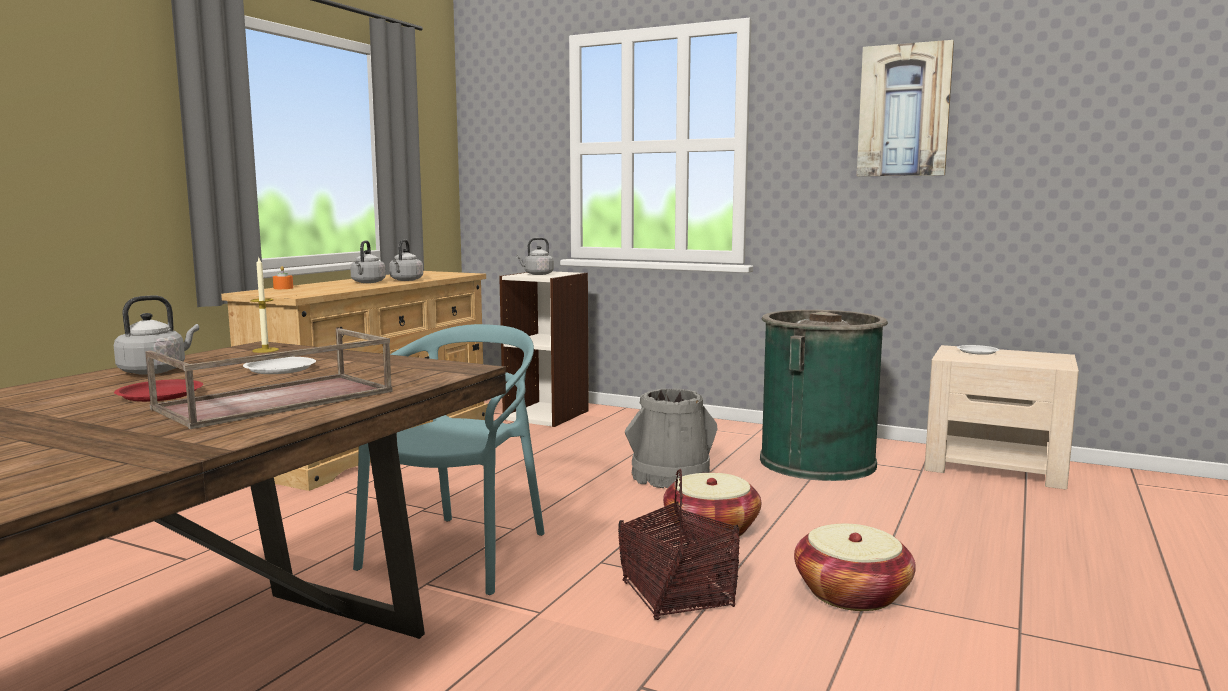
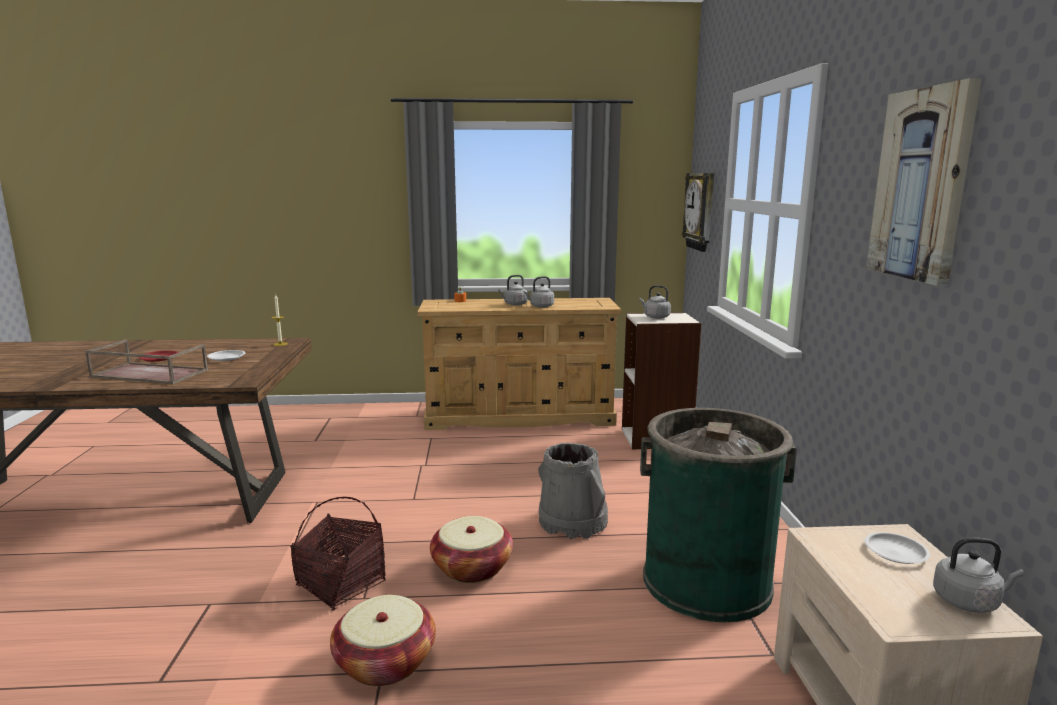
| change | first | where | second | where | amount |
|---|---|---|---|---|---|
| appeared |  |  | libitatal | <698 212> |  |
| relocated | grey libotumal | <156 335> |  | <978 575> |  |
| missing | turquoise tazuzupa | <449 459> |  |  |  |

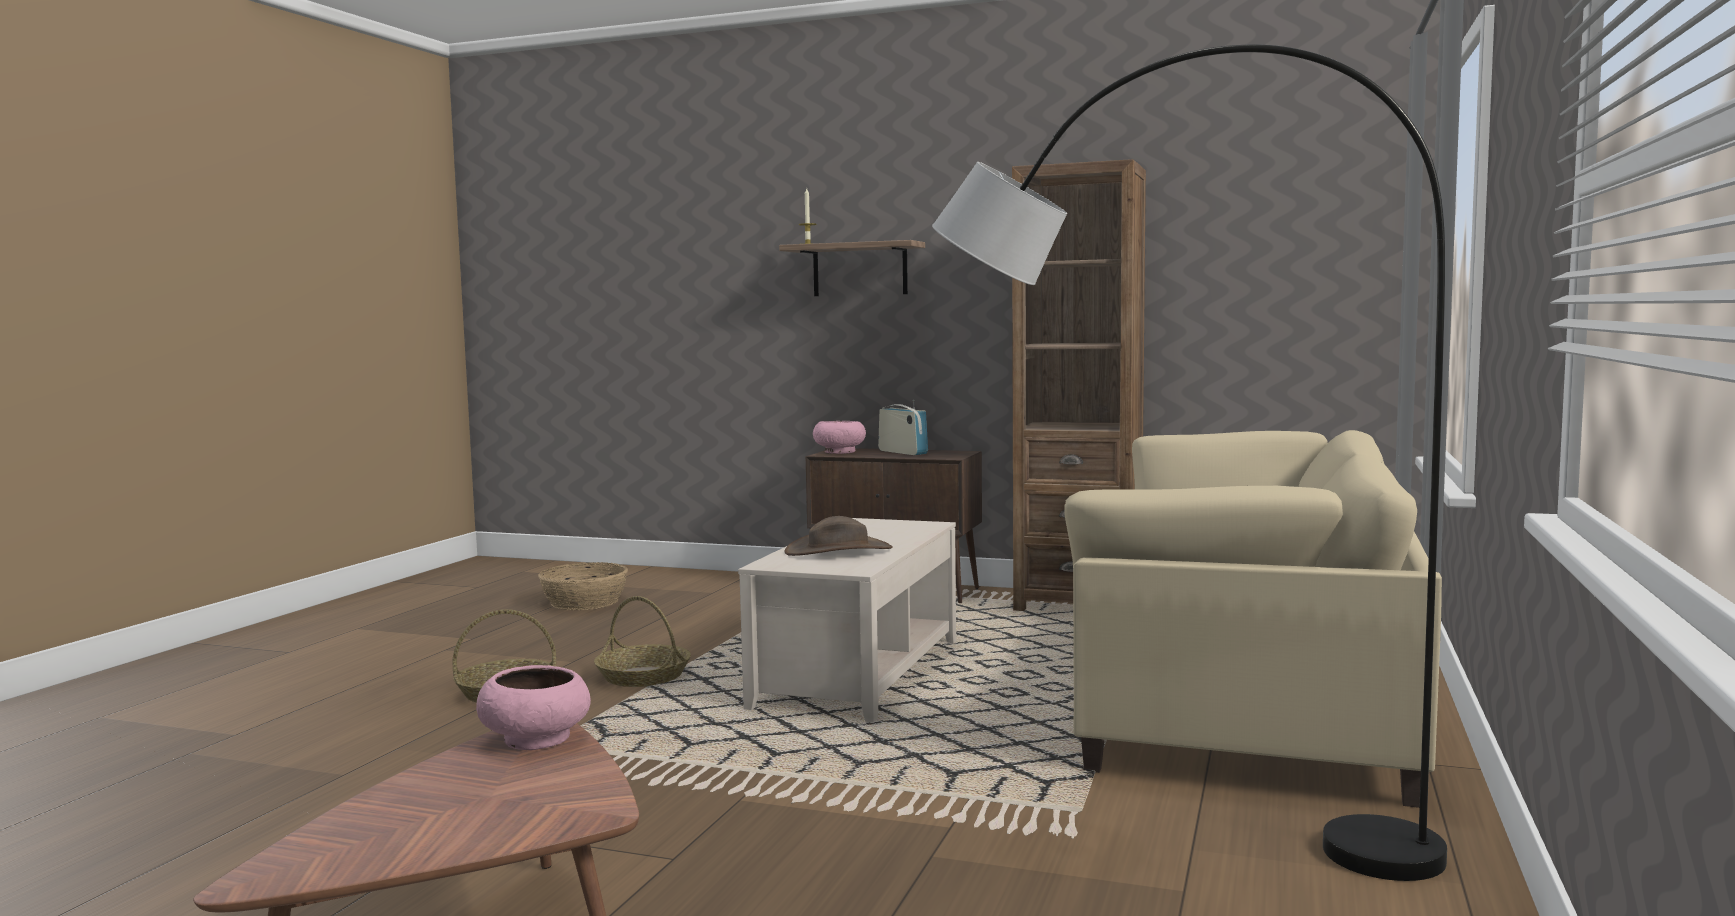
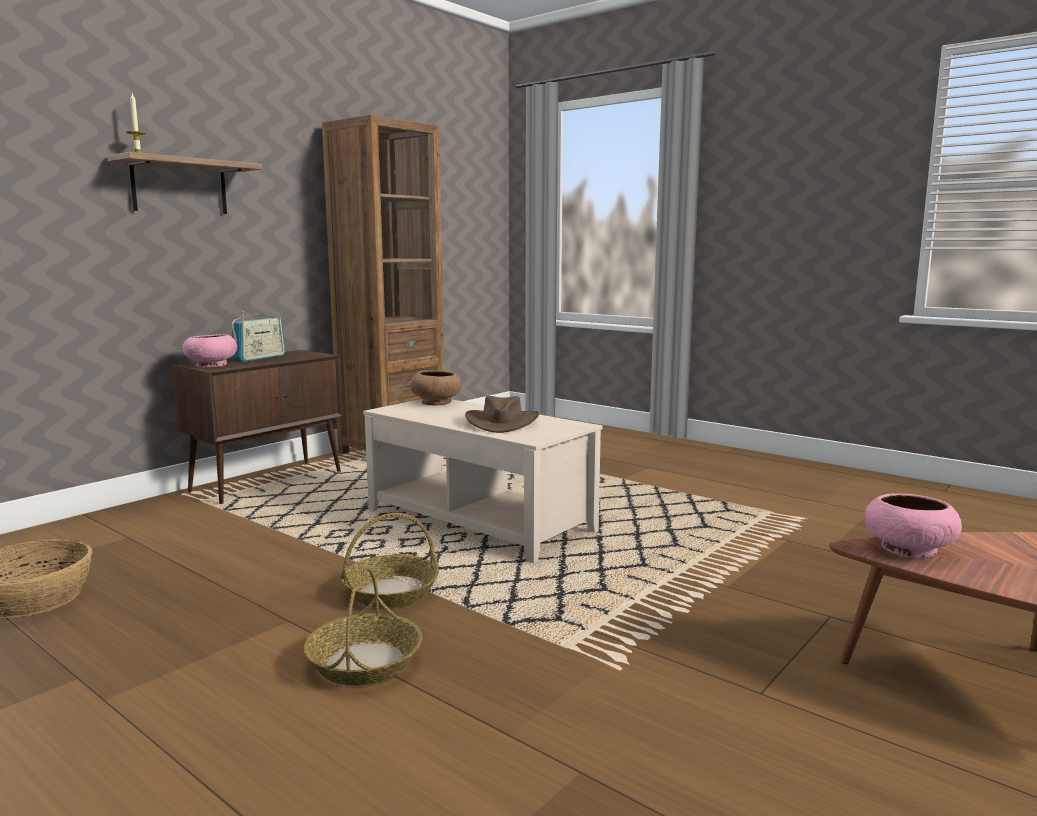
| change | first | where | second | where | amount |
|---|---|---|---|---|---|
| spun | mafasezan | <903 427> |  | <258 336> | 135 degrees clockwise |
| appeared |  |  | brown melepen | <435 387> |  |
| missing | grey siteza | <1189 462> |  |  |  |
| missing | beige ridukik | <1253 619> |  |  |  |

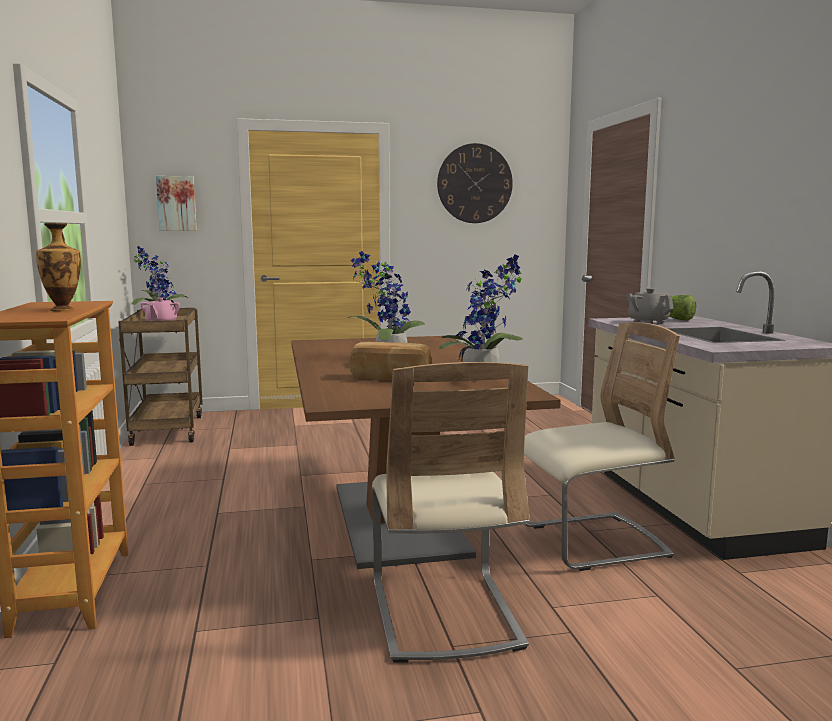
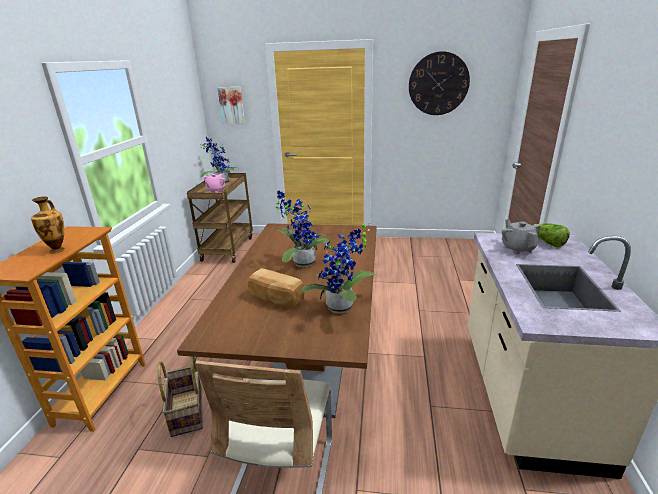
| change | first | where | second | where | amount |
|---|---|---|---|---|---|
| appeared |  |  | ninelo | <180 396> |  |
| missing | beige tazuzupa | <602 446> |  |  |  |

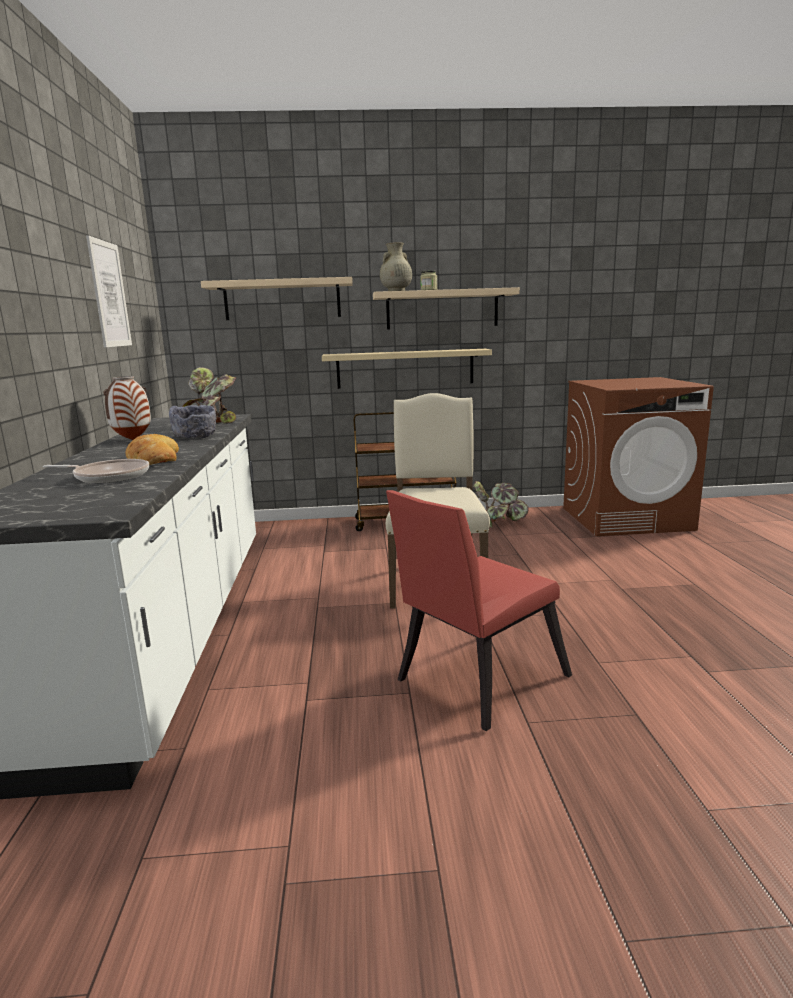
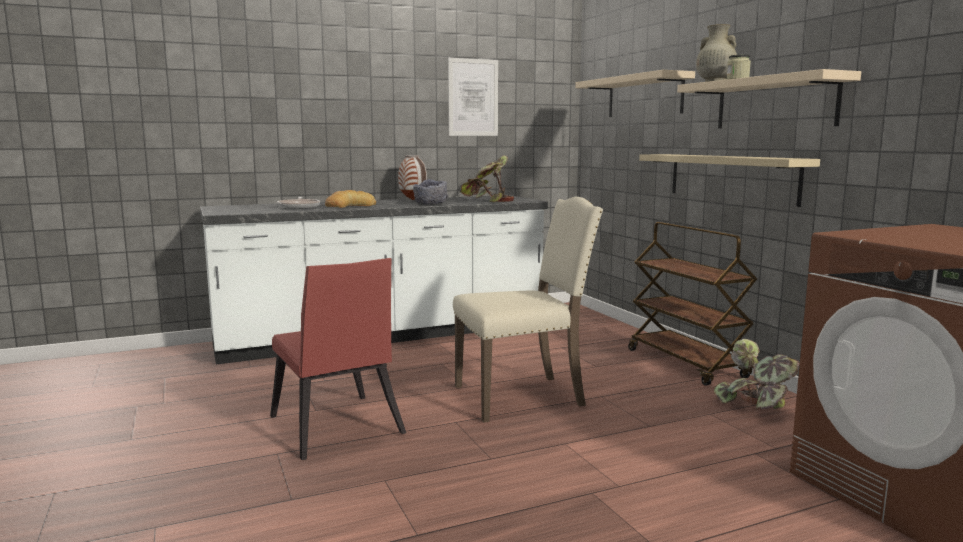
| change | first | where | second | where | amount |
|---|---|---|---|---|---|
| spun | red tazuzupa | <479 610> |  | <338 359> | 150 degrees counterclockwise |

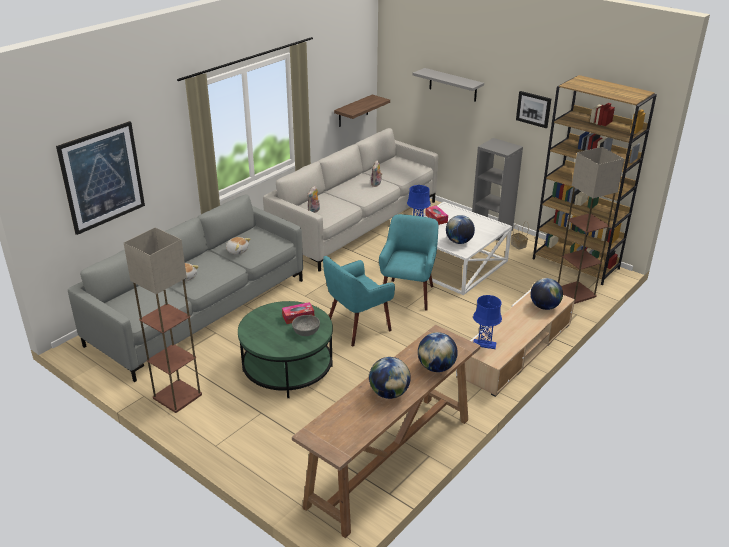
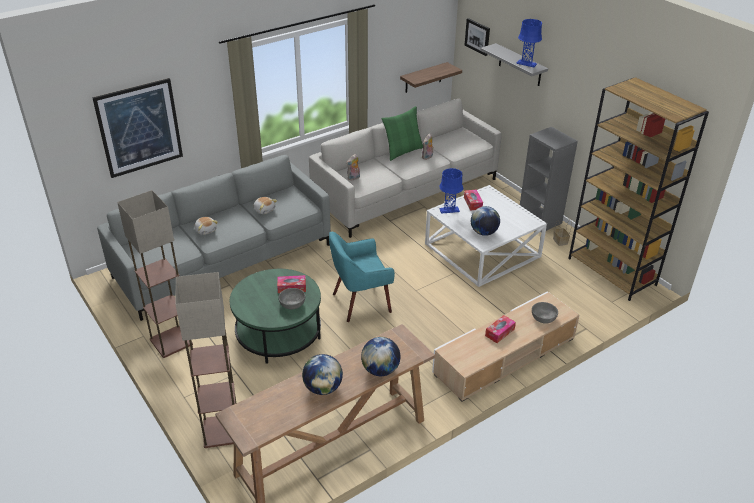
| change | first | where | second | where | amount |
|---|---|---|---|---|---|
| relocated | siteza | <591 225> |  | <205 360> |  |
| appeared |  |  | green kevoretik | <402 133> |  |
| relocated | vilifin | <533 109> |  | <477 37> |  |
| appeared |  |  | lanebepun | <500 329> |  |
| relocated | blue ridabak | <487 322> |  | <529 43> |  |
| exchanged | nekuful | <547 294> | grey melepen | <545 313> |  |
| missing | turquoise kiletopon | <408 262> |  |  |  |

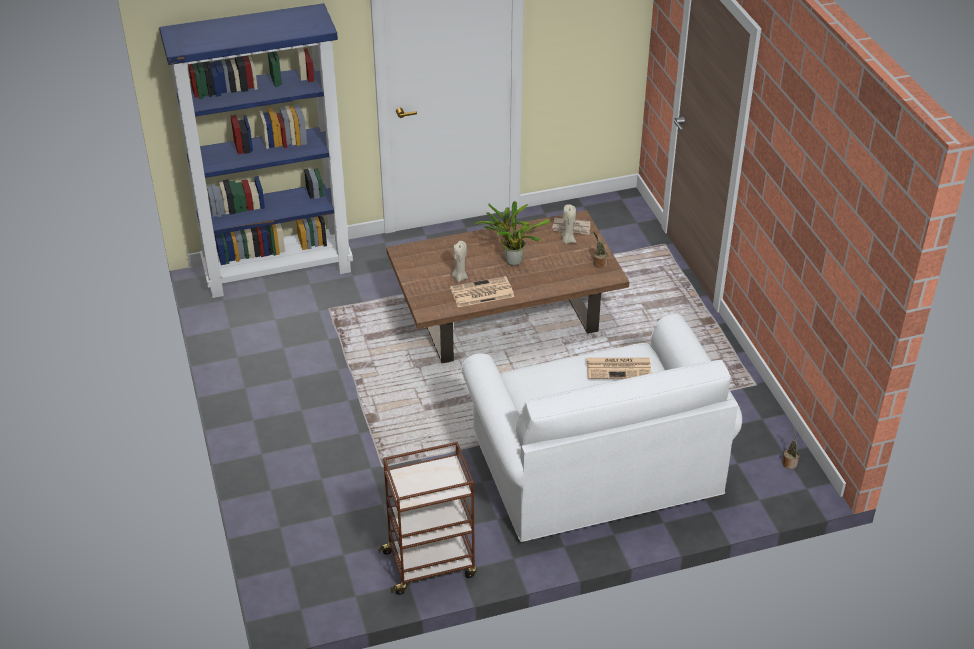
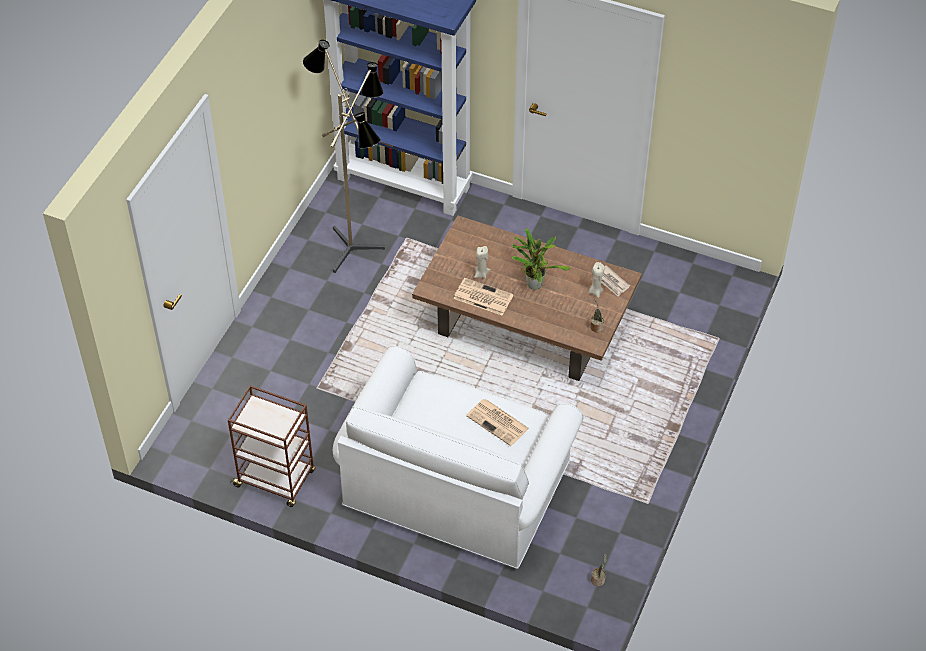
| change | first | where | second | where | amount |
|---|---|---|---|---|---|
| appeared |  |  | siteza | <344 156> |  |

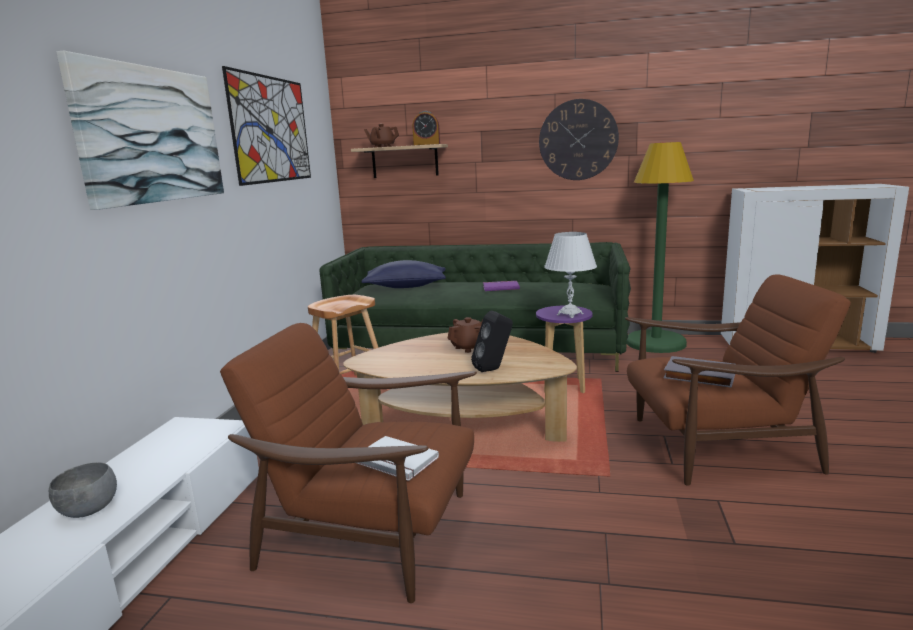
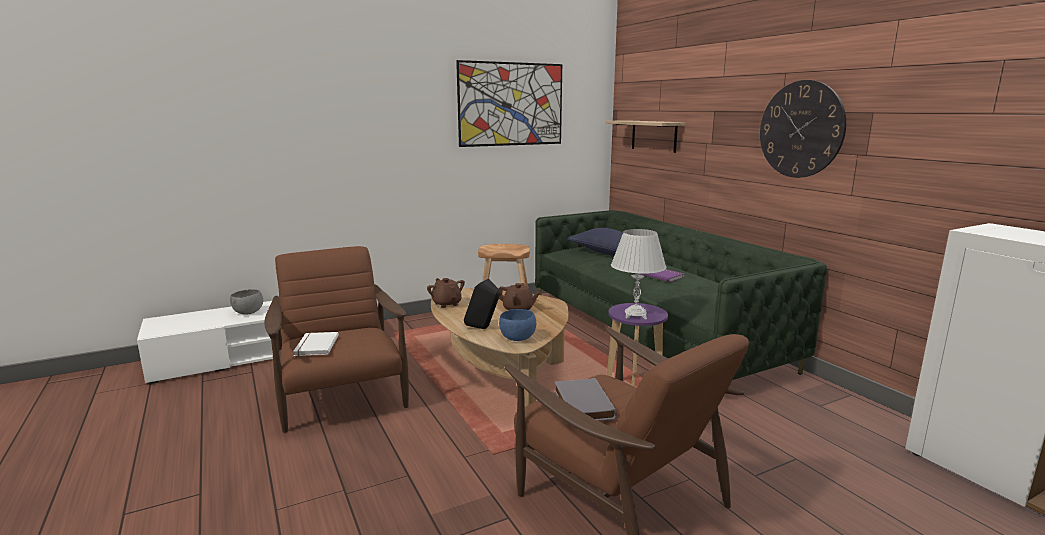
| change | first | where | second | where | amount |
|---|---|---|---|---|---|
| relocated | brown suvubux | <381 135> |  | <446 293> |  |
| appeared |  |  | blue melepen | <517 325> |  |
| missing | vilifin | <140 130> |  |  |  |
| missing | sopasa | <426 128> |  |  |  |
| missing | green siteza | <660 247> |  |  |  |

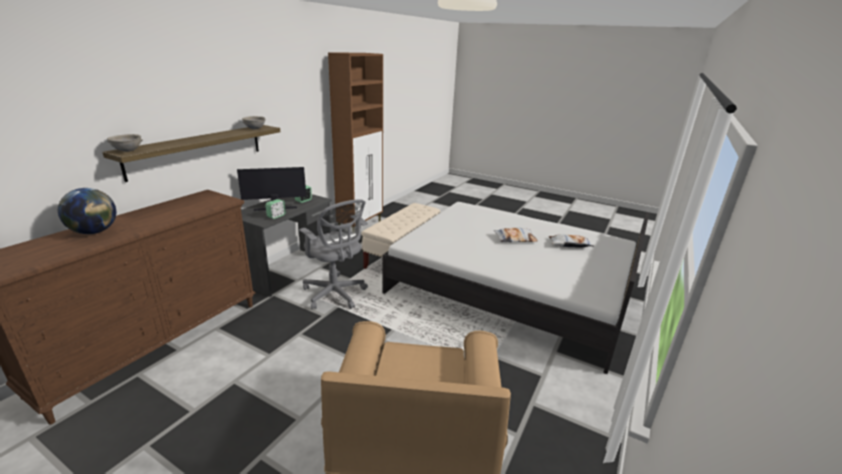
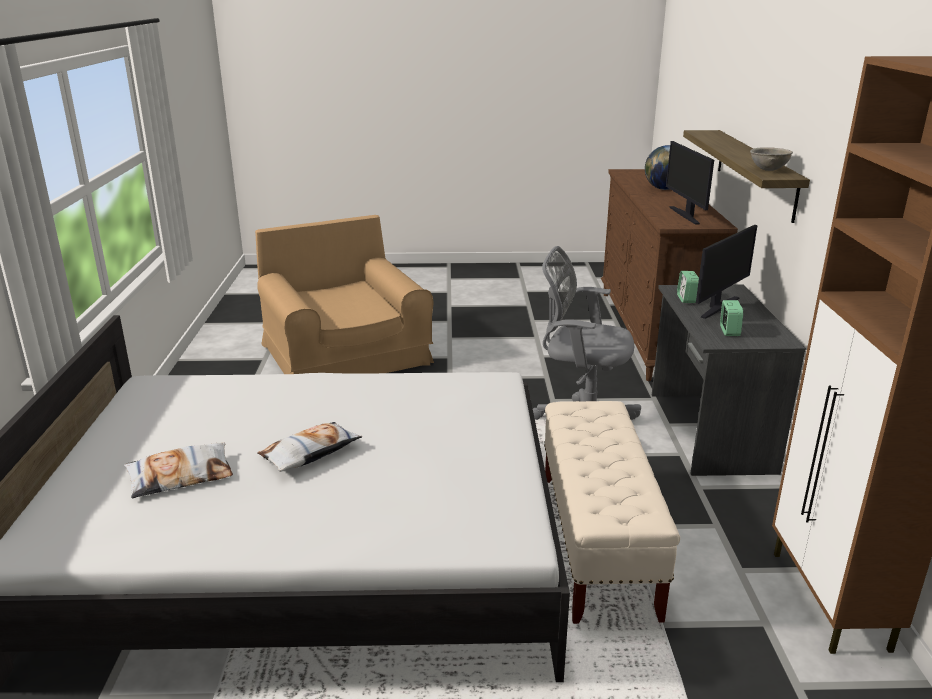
| change | first | where | second | where | amount |
|---|---|---|---|---|---|
| appeared |  |  | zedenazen | <690 183> |  |
| missing | grey melepen | <125 143> |  |  |  |

